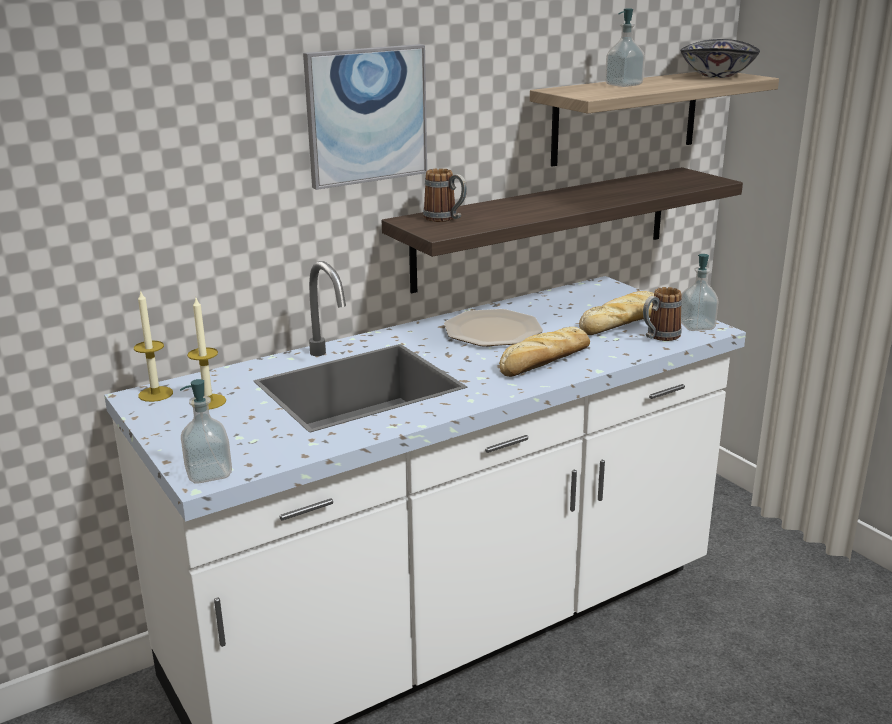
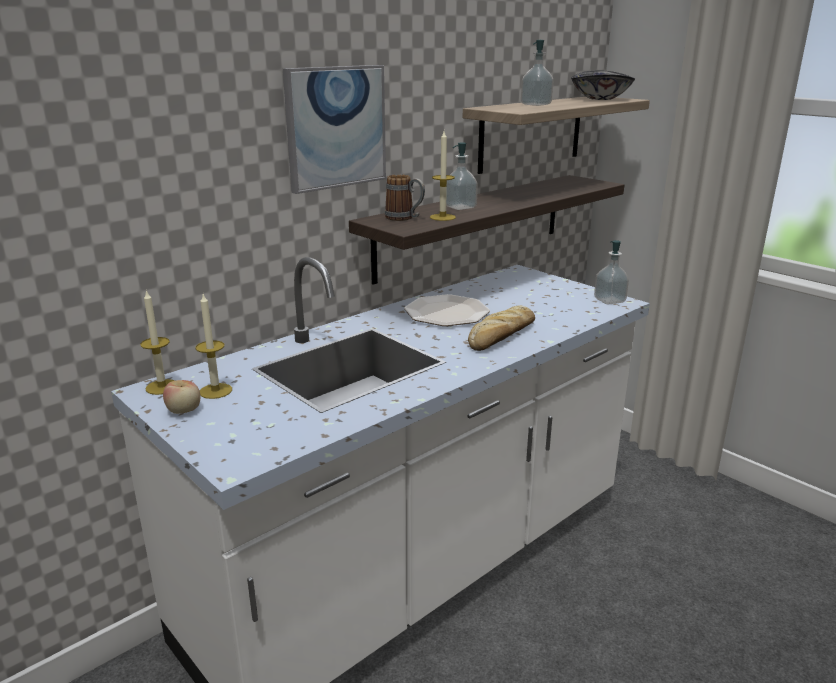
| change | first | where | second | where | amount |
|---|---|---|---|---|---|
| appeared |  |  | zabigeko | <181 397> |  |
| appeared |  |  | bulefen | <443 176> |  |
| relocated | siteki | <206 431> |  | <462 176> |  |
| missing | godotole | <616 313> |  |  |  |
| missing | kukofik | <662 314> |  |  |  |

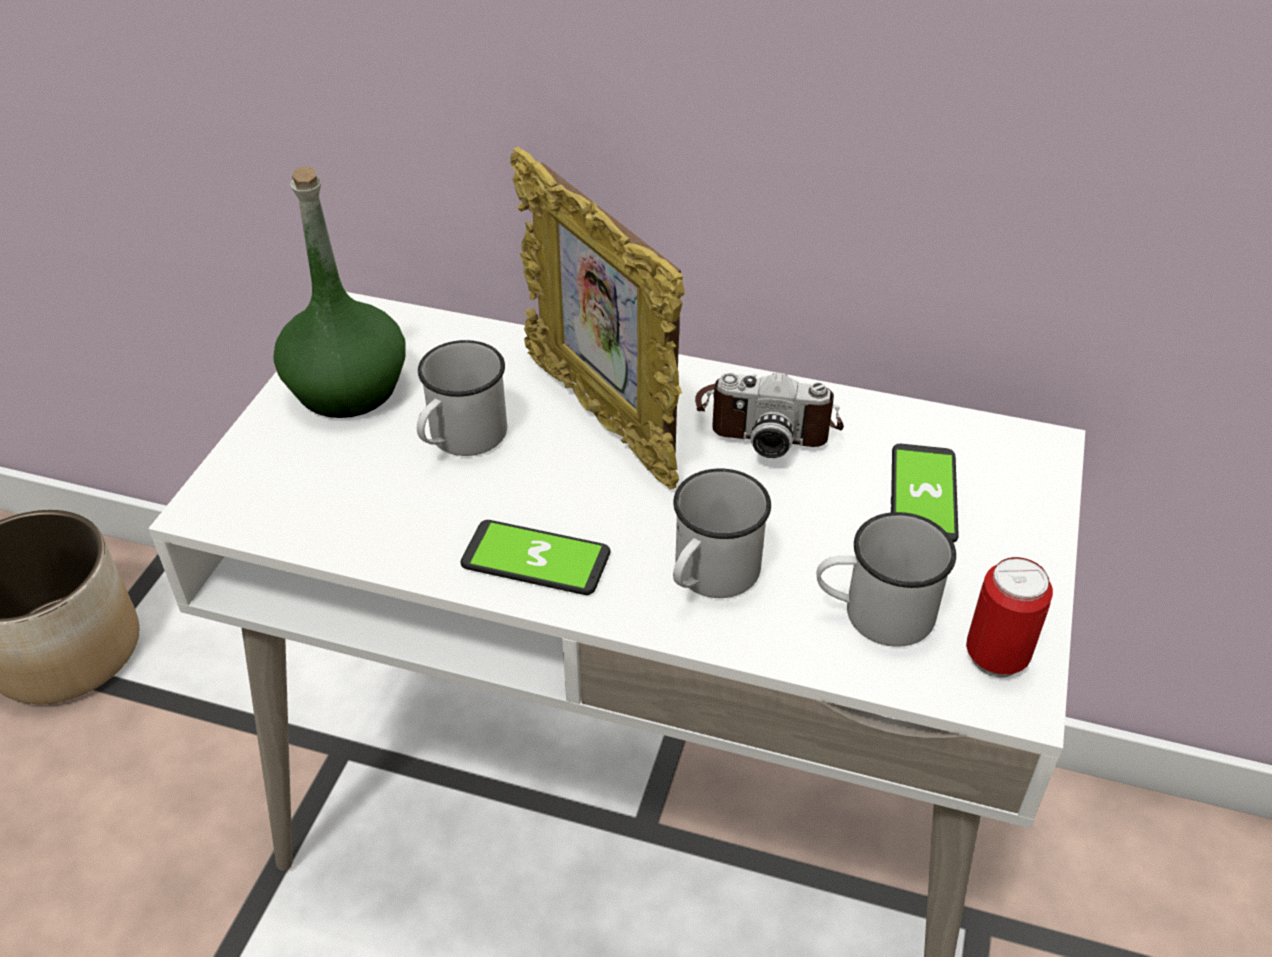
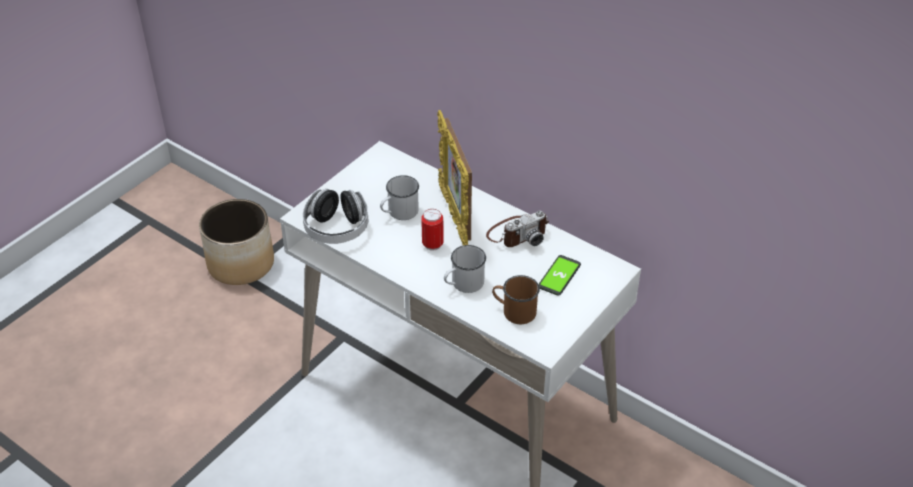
| change | first | where | second | where | amount |
|---|---|---|---|---|---|
| appeared |  |  | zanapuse | <335 216> |  |
| relocated | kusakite | <1009 617> |  | <432 230> |  |
| spun | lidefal | <769 415> |  | <517 229> | 60 degrees counterclockwise |
| colour | white kukofik | <886 579> | brown kukofik | <516 299> |  |
| missing | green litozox | <339 292> |  |  |  |
| missing | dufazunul | <536 557> |  |  |  |

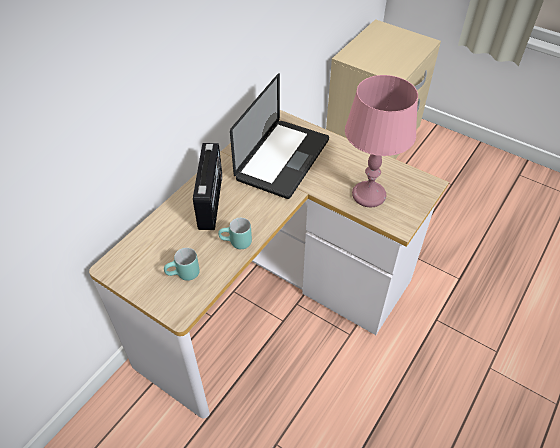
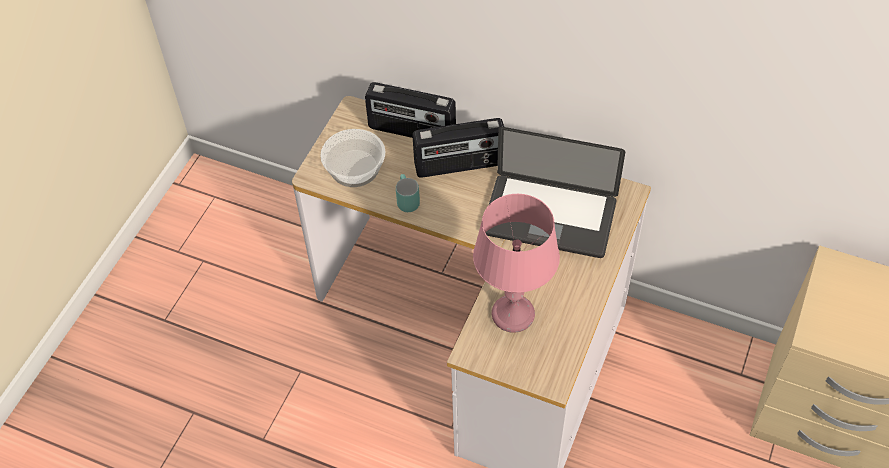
| change | first | where | second | where | amount |
|---|---|---|---|---|---|
| exchanged | turquoise kukofik | <182 264> | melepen | <352 158> |  |
| appeared |  |  | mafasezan | <410 110> |  |

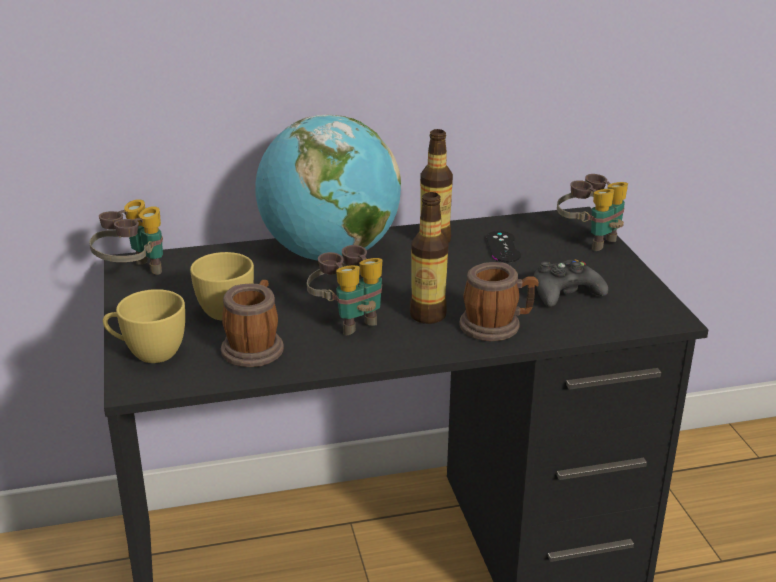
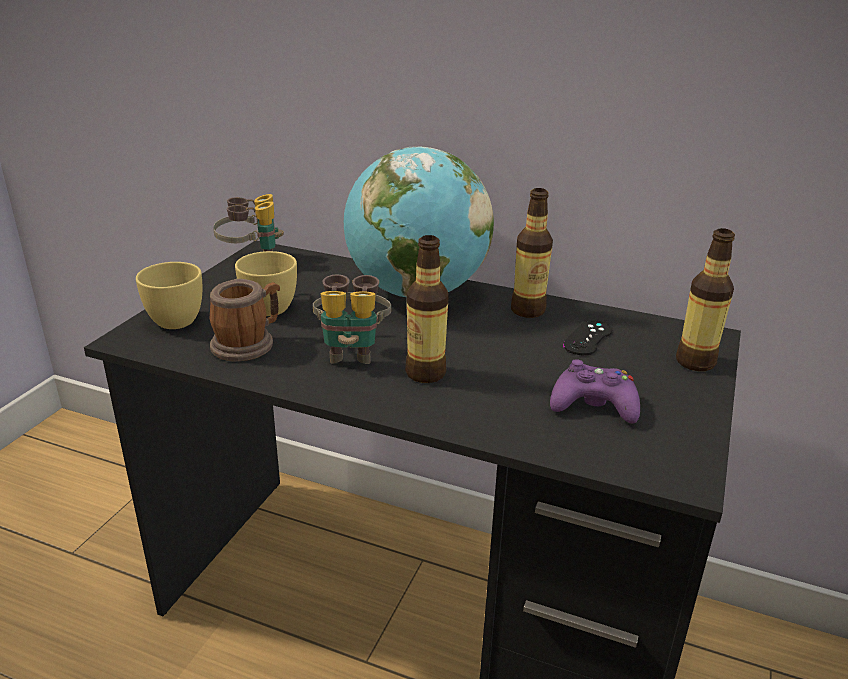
| change | first | where | second | where | amount |
|---|---|---|---|---|---|
| colour | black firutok | <570 283> | purple firutok | <595 391> |  |
| exchanged | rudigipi | <592 212> | litozox | <705 299> |  |
| missing | kukofik | <499 302> |  |  |  |

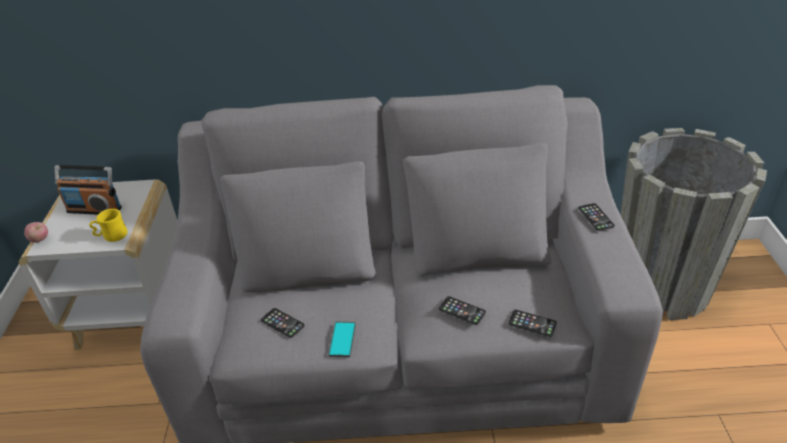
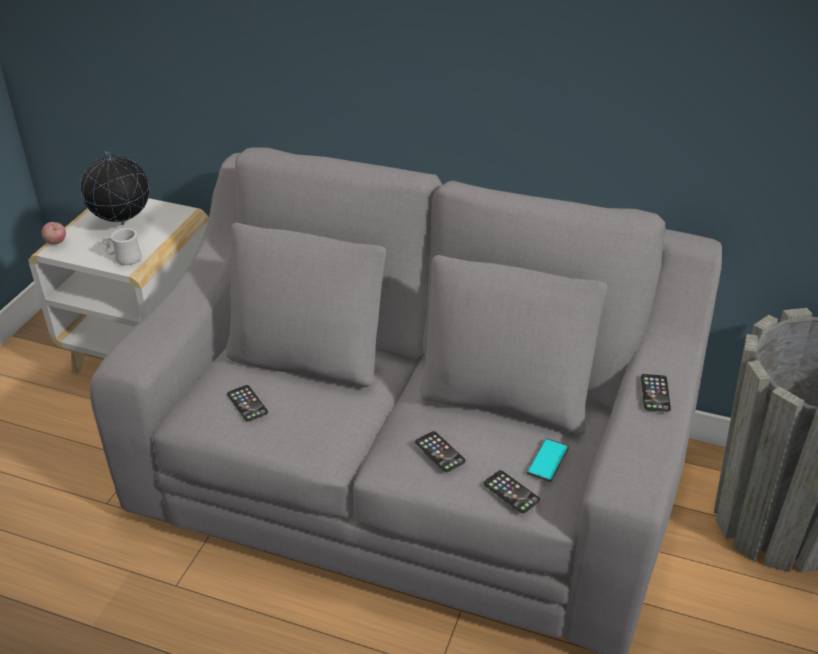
| change | first | where | second | where | amount |
|---|---|---|---|---|---|
| exchanged | mafasezan | <88 190> | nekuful | <115 188> |  |
| colour | yellow kukofik | <108 225> | white kukofik | <122 246> |  |
| relocated | dufazunul | <342 339> |  | <548 460> |  |

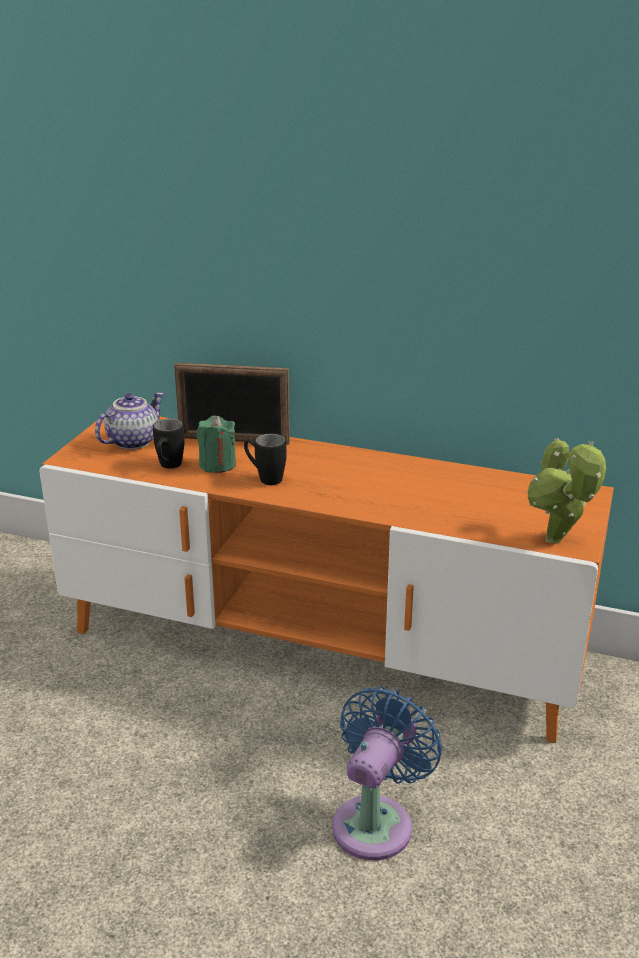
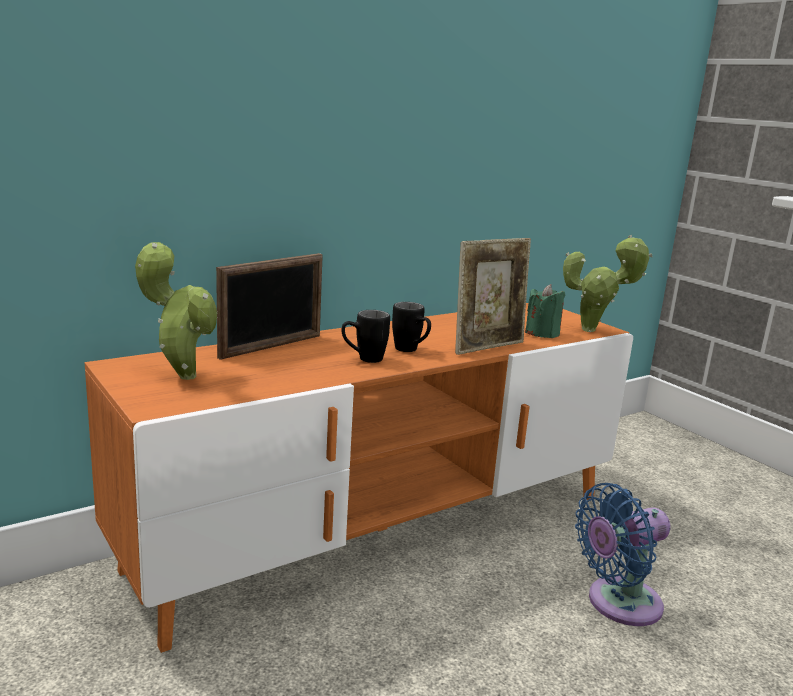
| change | first | where | second | where | amount |
|---|---|---|---|---|---|
| exchanged | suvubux | <129 420> | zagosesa | <176 311> |  |
| relocated | black kukofik | <169 444> |  | <411 327> |  |
| appeared |  |  | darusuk | <493 296> |  |
| relocated | green bulefen | <216 444> |  | <545 311> |  |
| spun | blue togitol | <387 773> |  | <623 554> | 90 degrees counterclockwise |

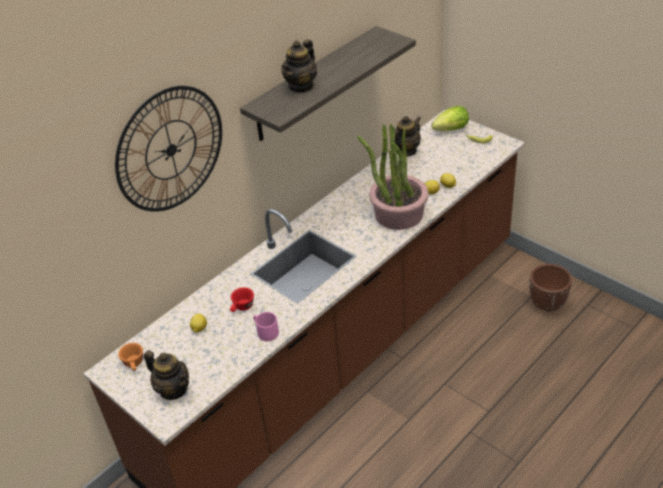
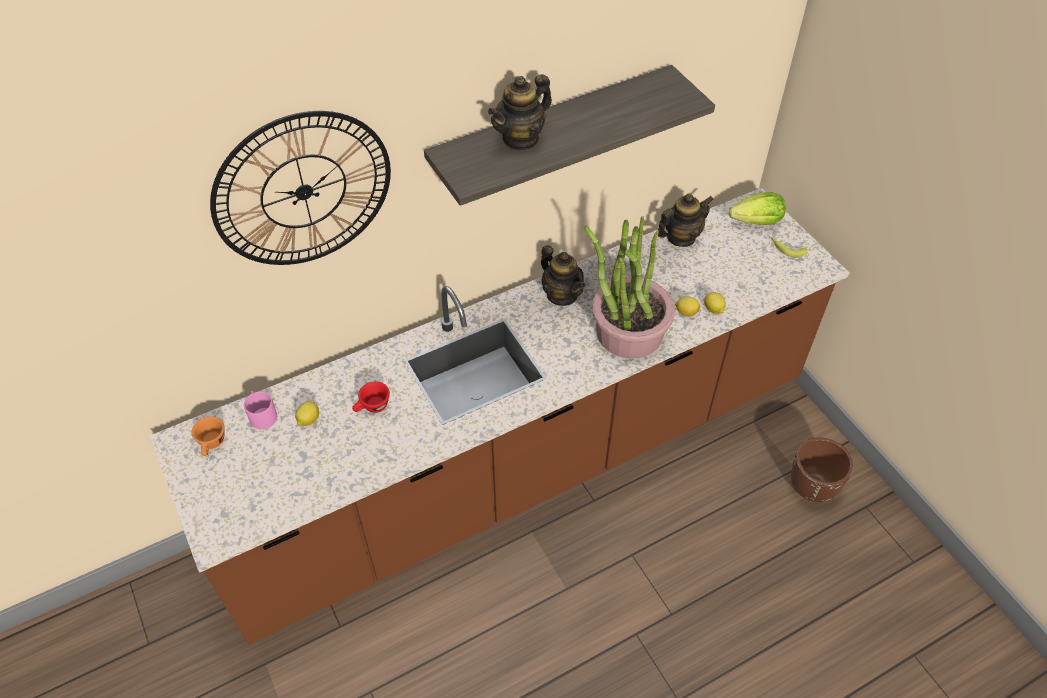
| change | first | where | second | where | amount |
|---|---|---|---|---|---|
| relocated | pink kukofik | <266 326> |  | <260 410> |  |
| relocated | suvubux | <166 375> |  | <563 275> |  |

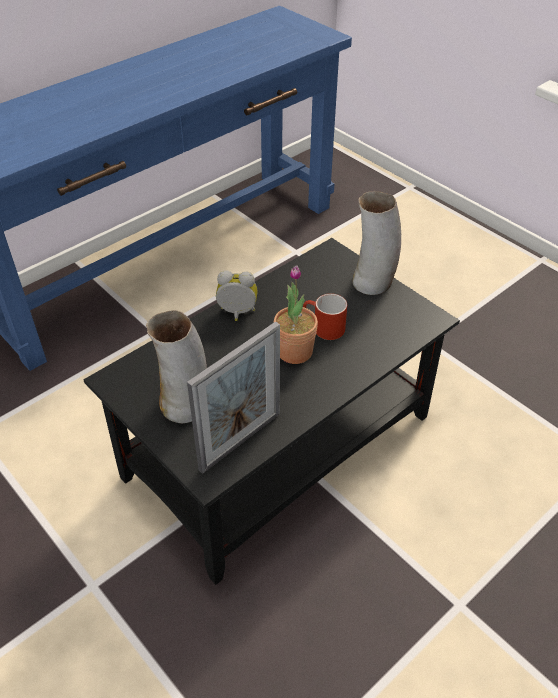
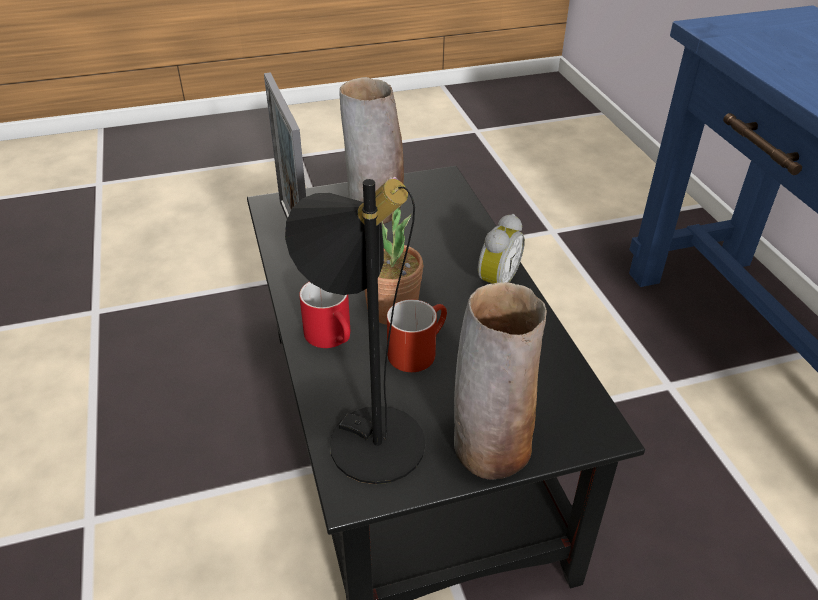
| change | first | where | second | where | amount |
|---|---|---|---|---|---|
| appeared |  |  | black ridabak | <355 331> |  |
| appeared |  |  | red kukofik | <324 314> |  |

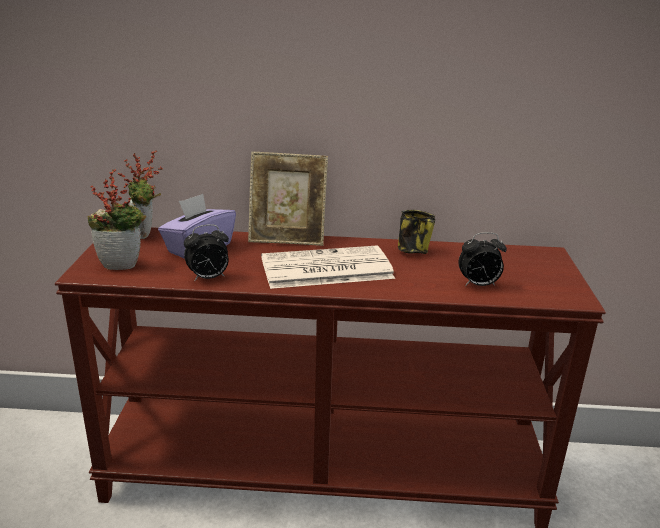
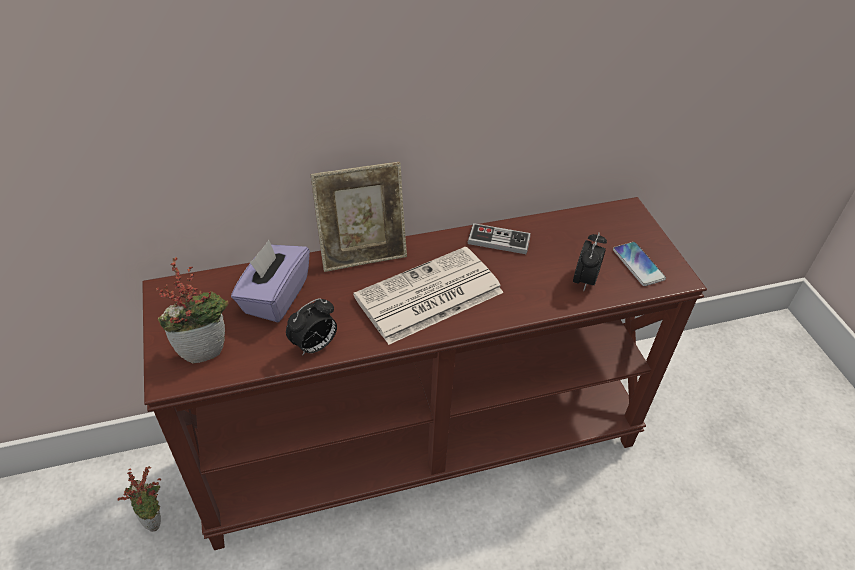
| change | first | where | second | where | amount |
|---|---|---|---|---|---|
| relocated | zagosesa | <140 194> |  | <139 499> |  |
| exchanged | kukofik | <416 232> | firutok | <499 238> |  |
| spun | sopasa | <483 259> |  | <590 261> | 45 degrees counterclockwise |
| appeared |  |  | dufazunul | <639 264> |  |

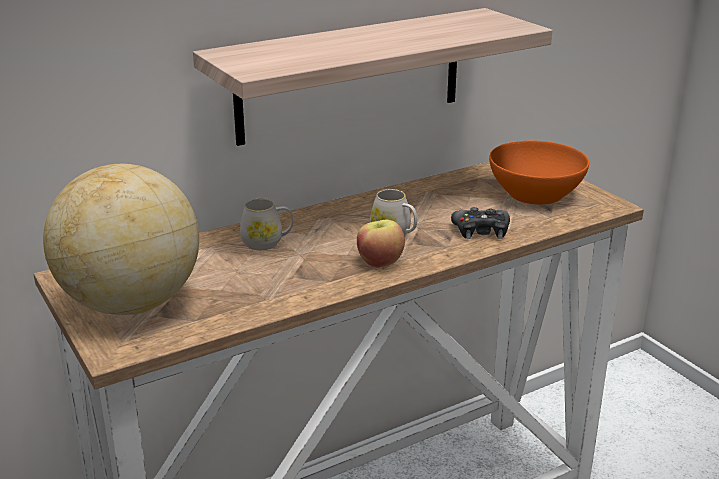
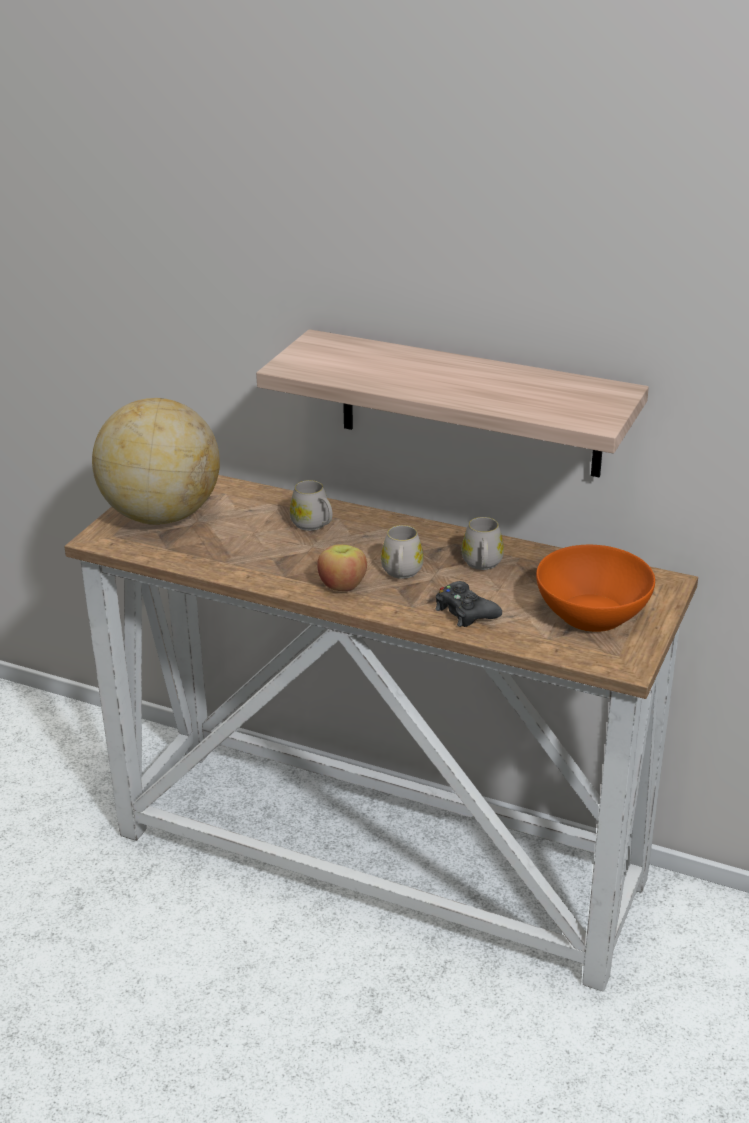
| change | first | where | second | where | amount |
|---|---|---|---|---|---|
| appeared |  |  | white kukofik | <483 543> |  |

